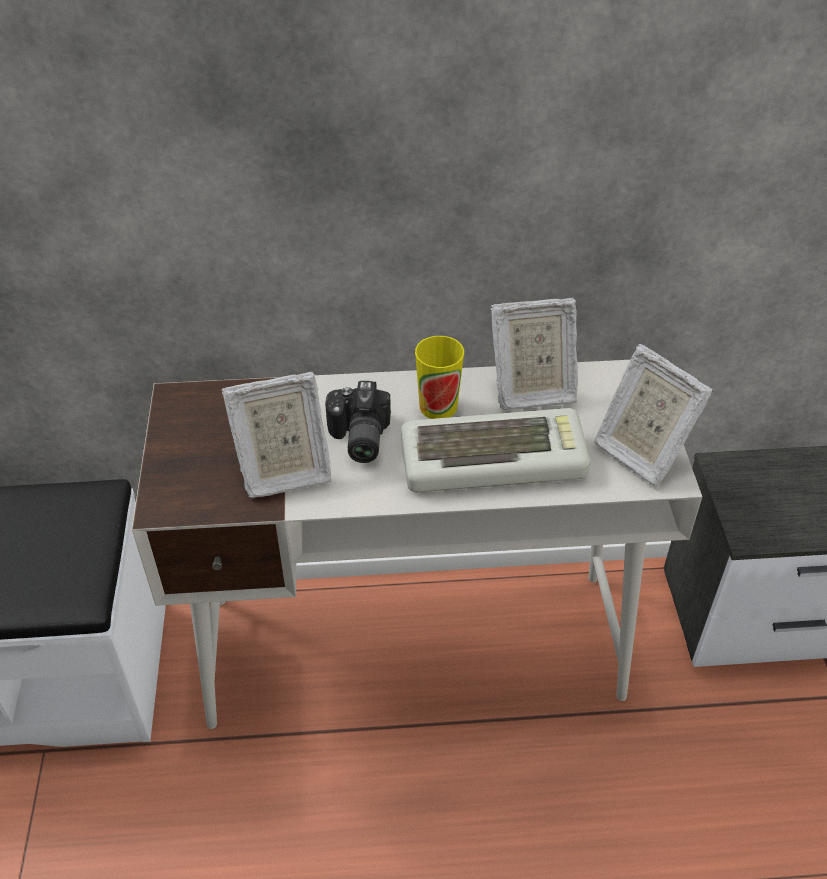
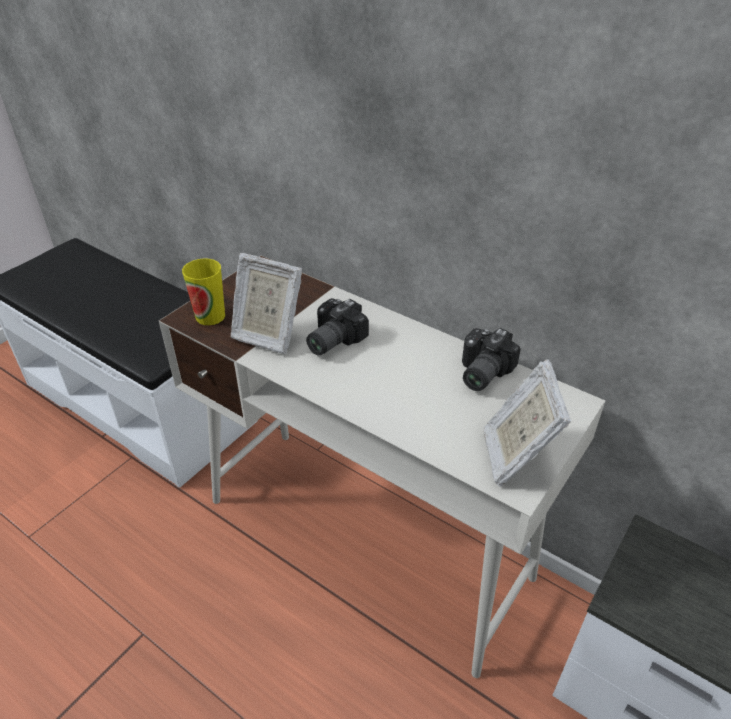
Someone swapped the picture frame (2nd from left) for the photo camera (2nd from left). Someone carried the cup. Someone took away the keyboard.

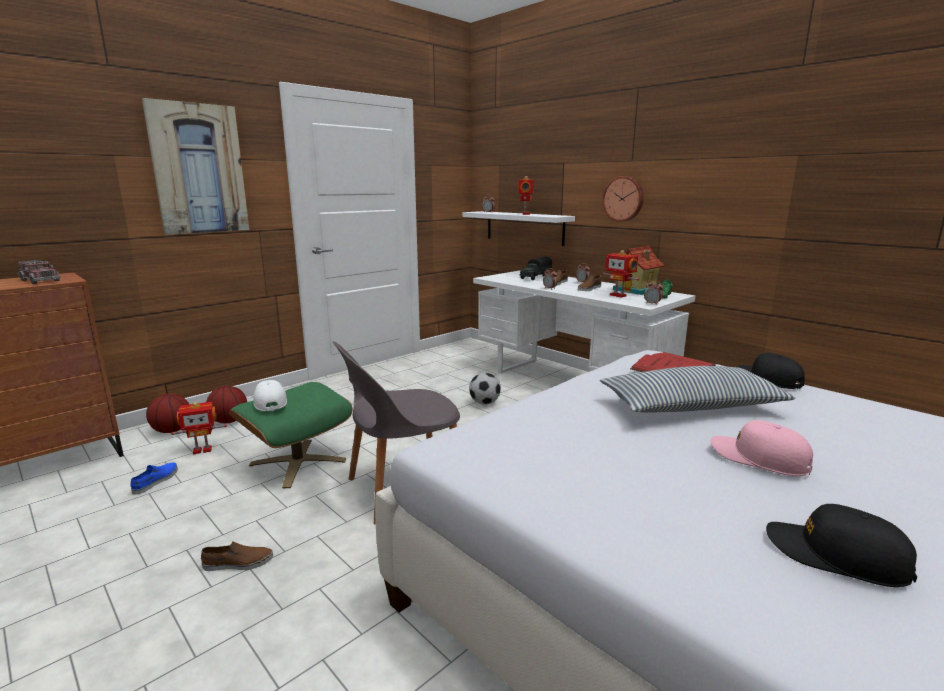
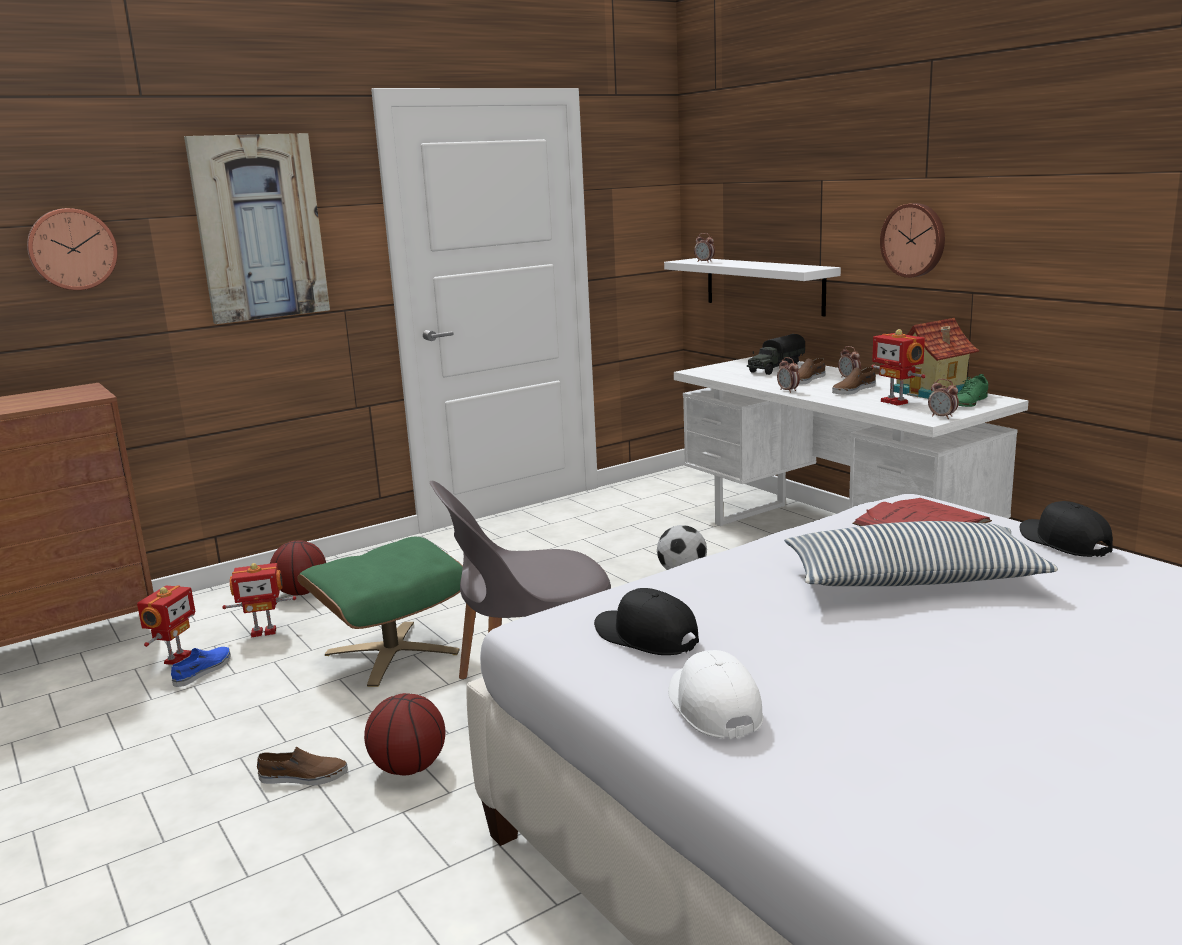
Someone carried the toy robot (2nd from left in the first image). Someone took away the toy truck (1st from left). Someone carried the white cap. Someone carried the basketball (1st from left in the first image). Someone took away the pink cap. Someone carried the black cap (2nd from left in the first image). Someone put up the wall clock (1st from left).

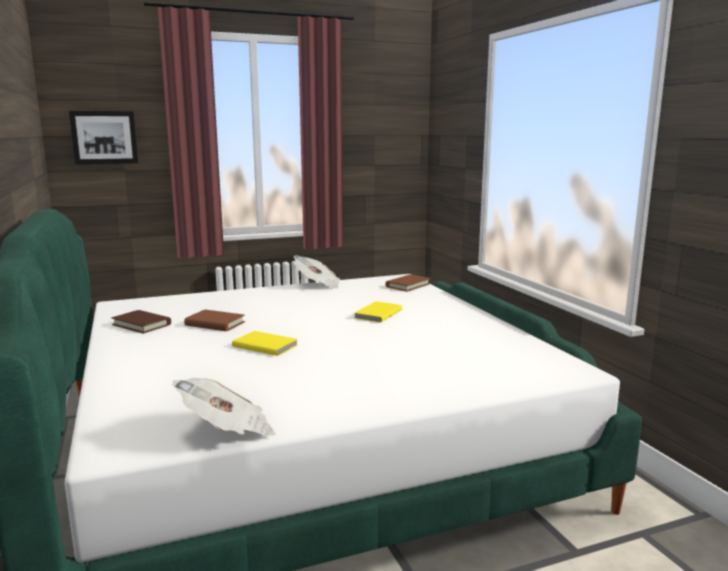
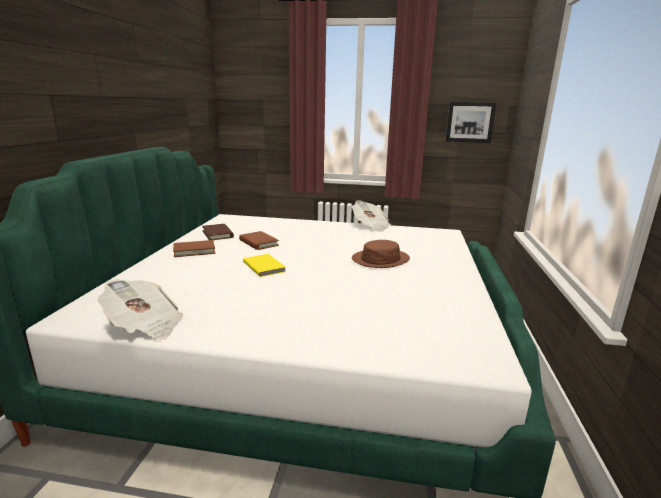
Someone carried the picture. Someone carried the brown book (3rd from left in the first image). Someone swapped the yellow book (2nd from left) for the brown hat.

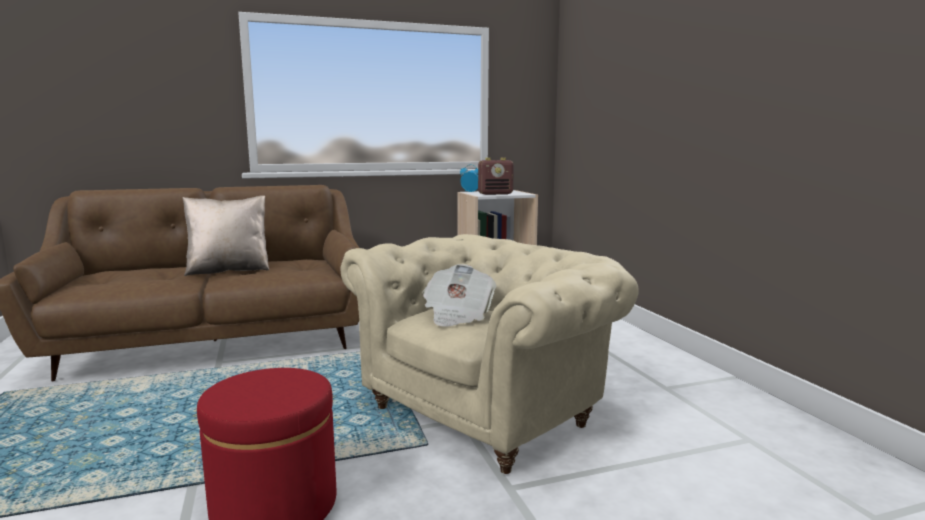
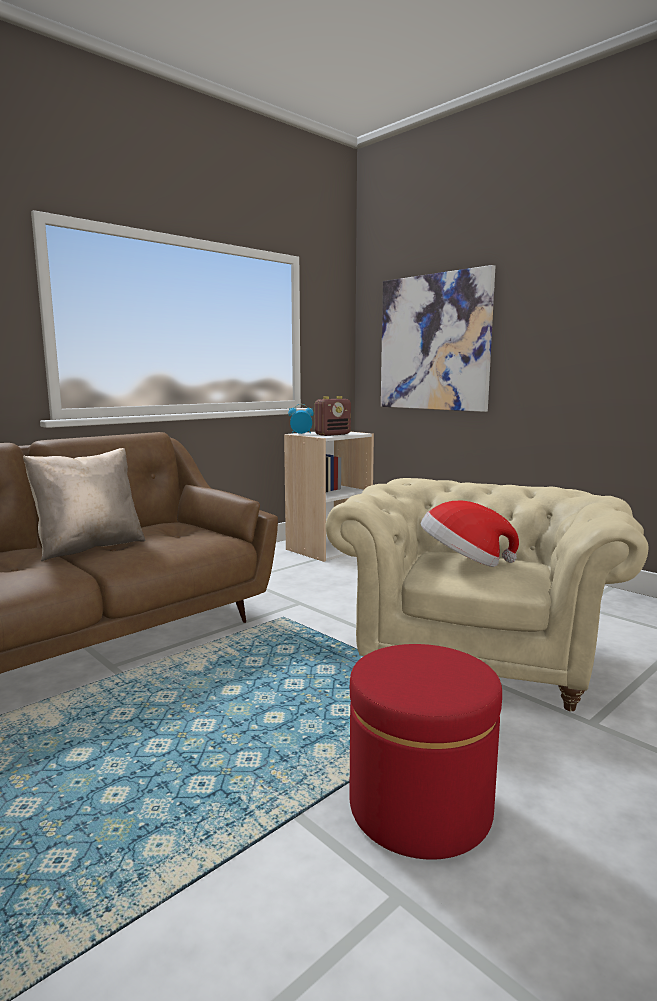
Someone swapped the newspaper for the hat. Someone put up the picture.

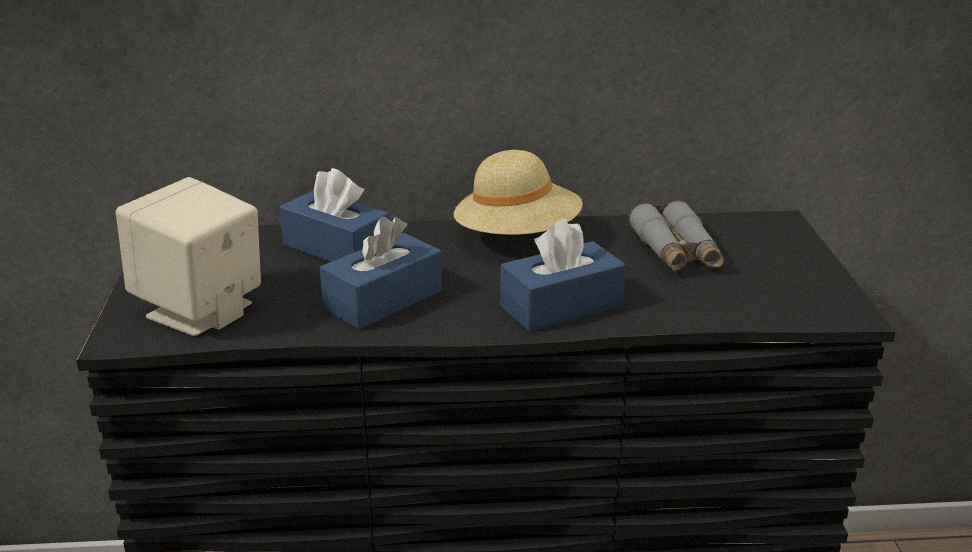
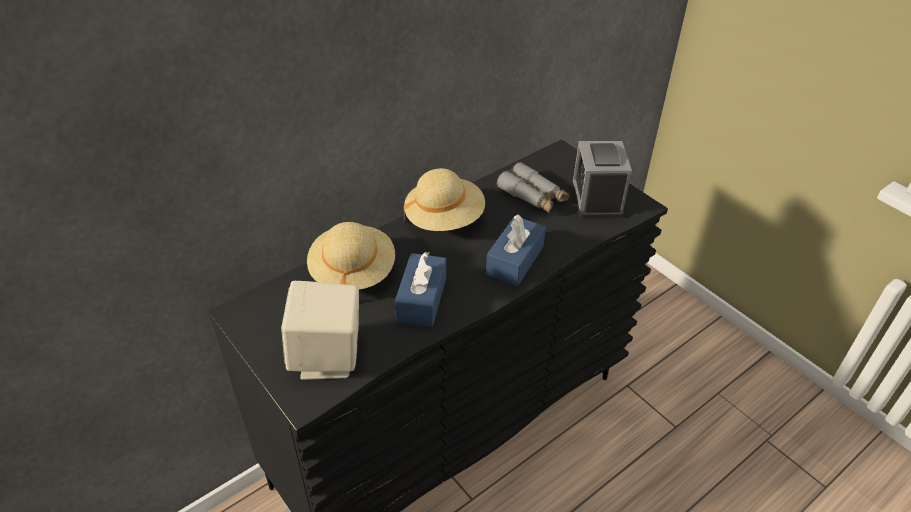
Someone swapped the blue tissue box (1st from left) for the beige hat (1st from left). Someone put down the alarm clock.

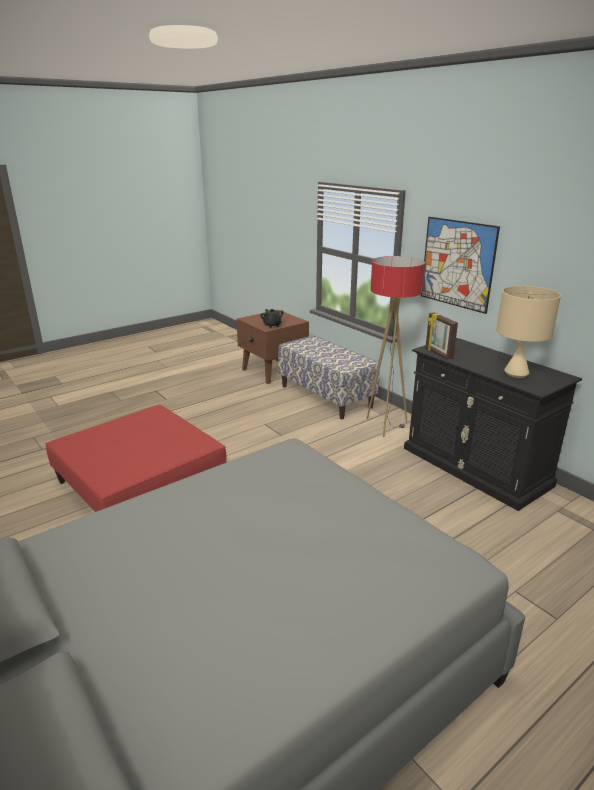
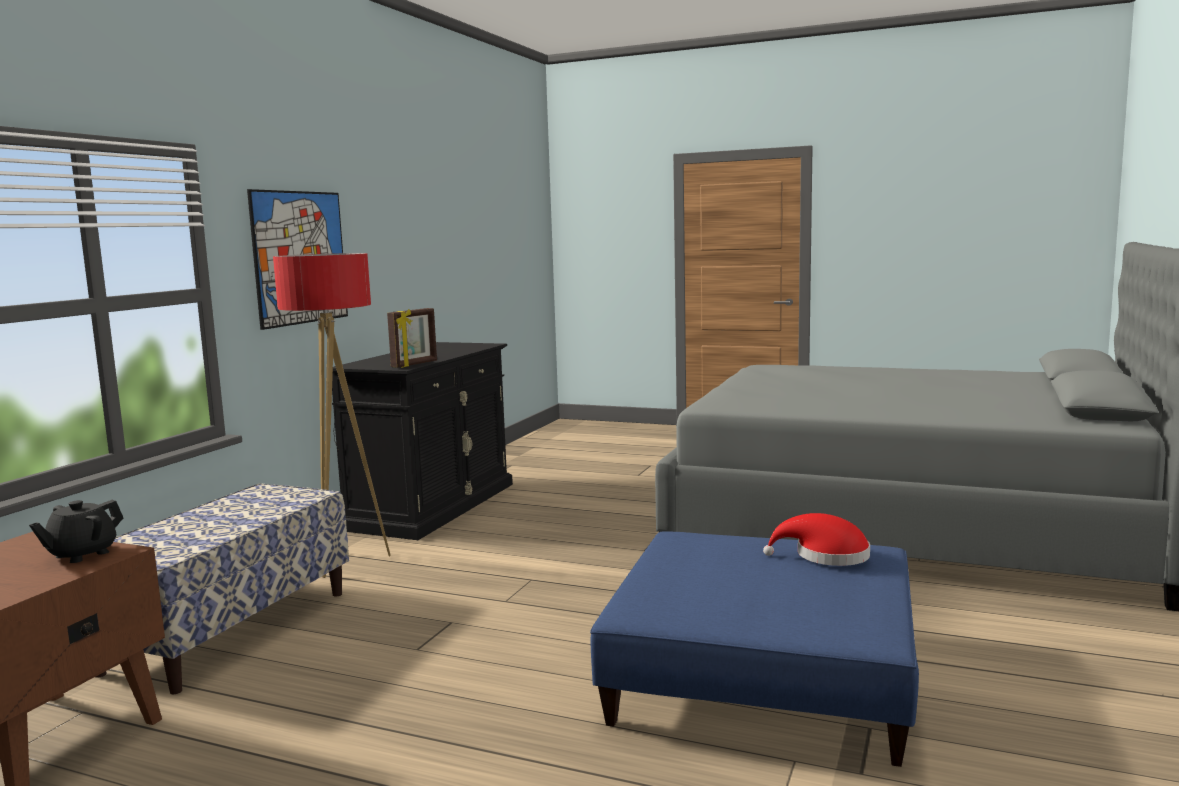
Someone took away the beige table lamp. Someone repainted the red ottoman, which became the blue ottoman. Someone put down the red hat.

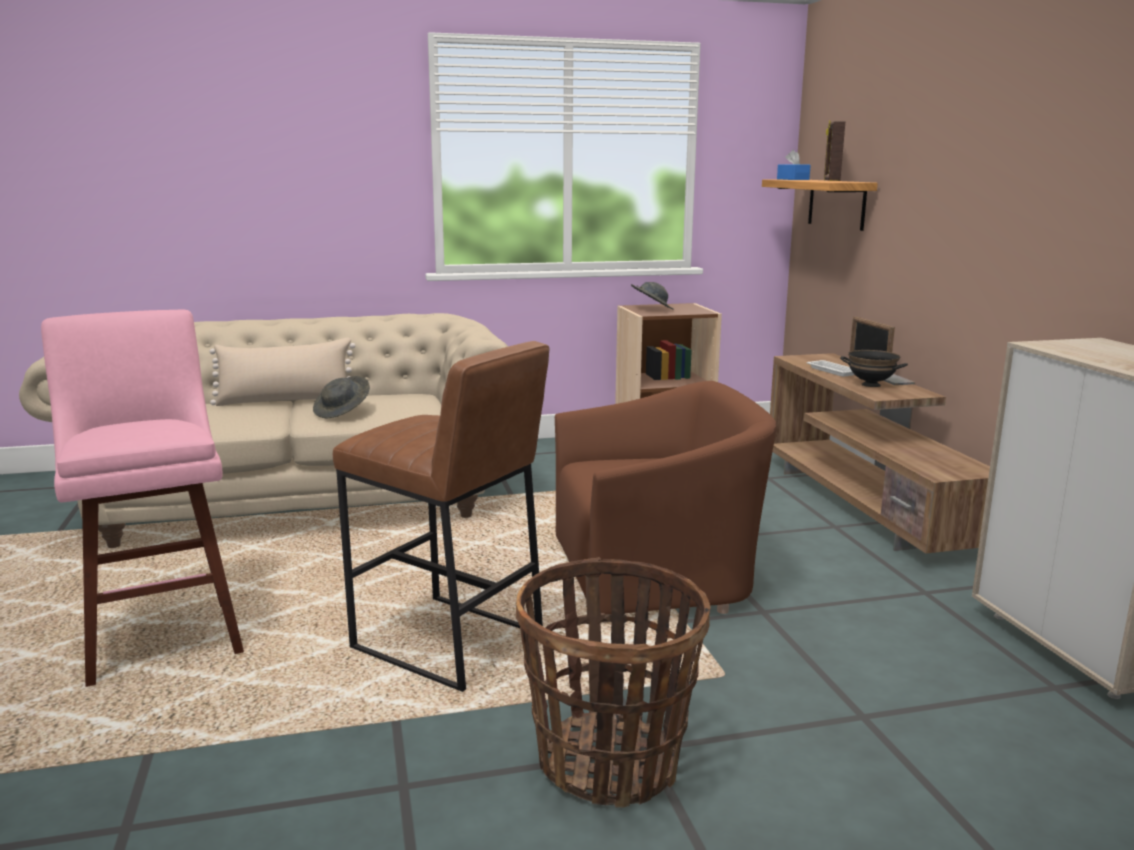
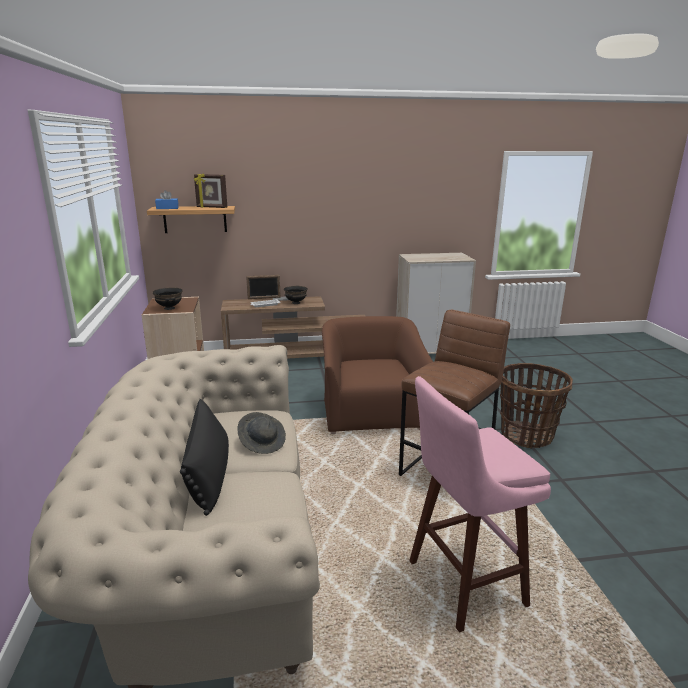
Someone swapped the grey hat (2nd from left) for the black bowl (1st from left). Someone repainted the beige pillow, which became the black pillow.

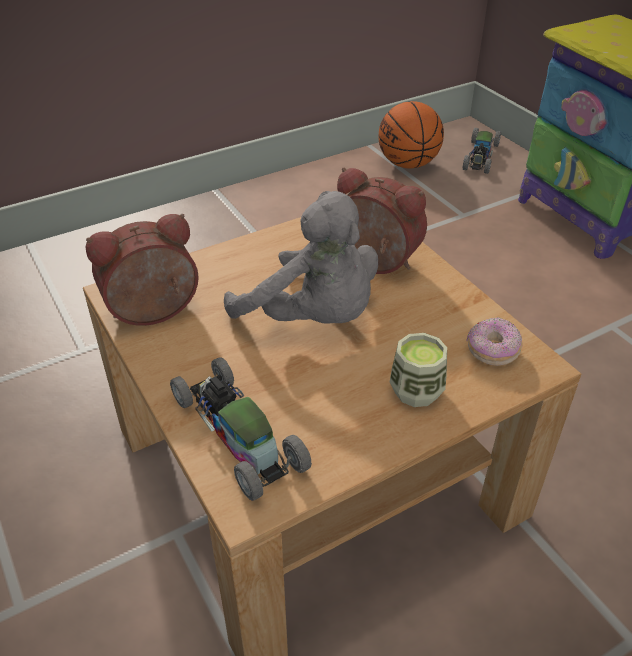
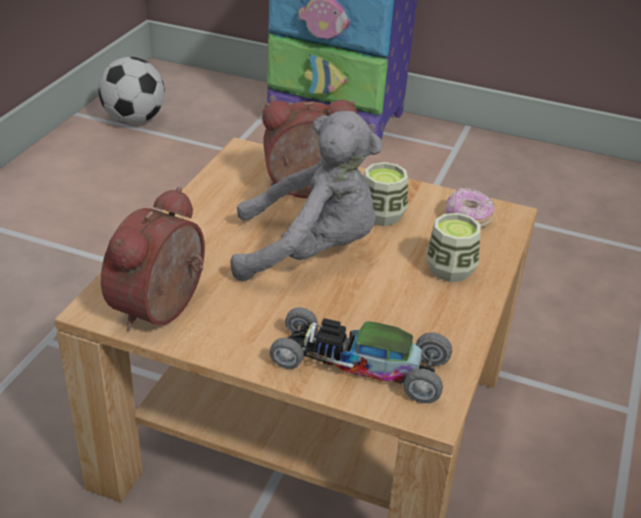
Someone swapped the basketball for the football. Someone took away the toy car (2nd from left). Someone put down the cup (1st from left).

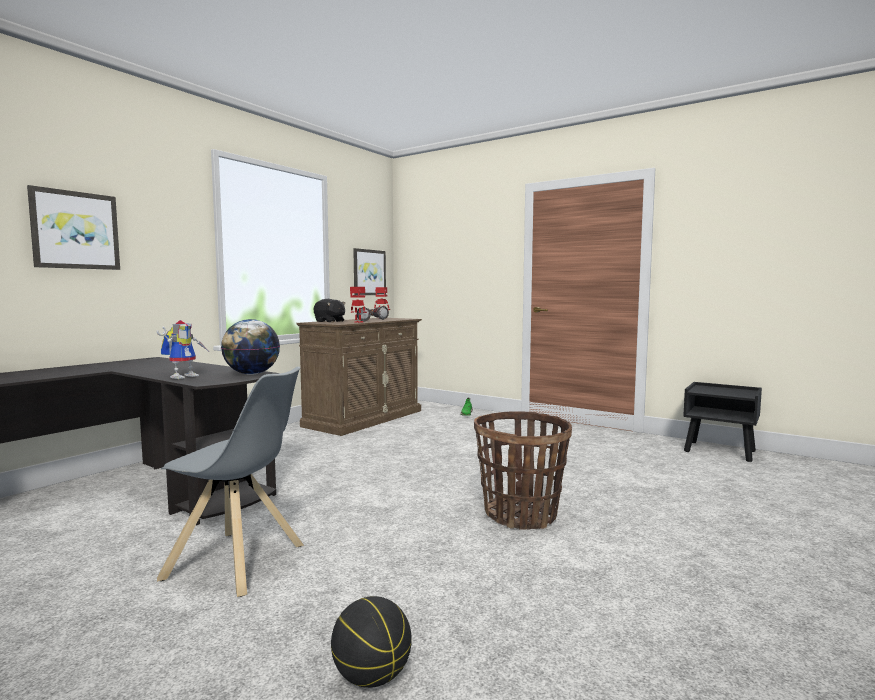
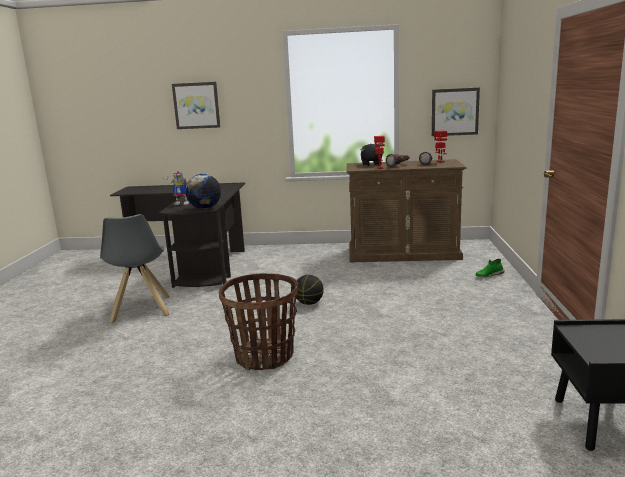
Someone carried the basketball.

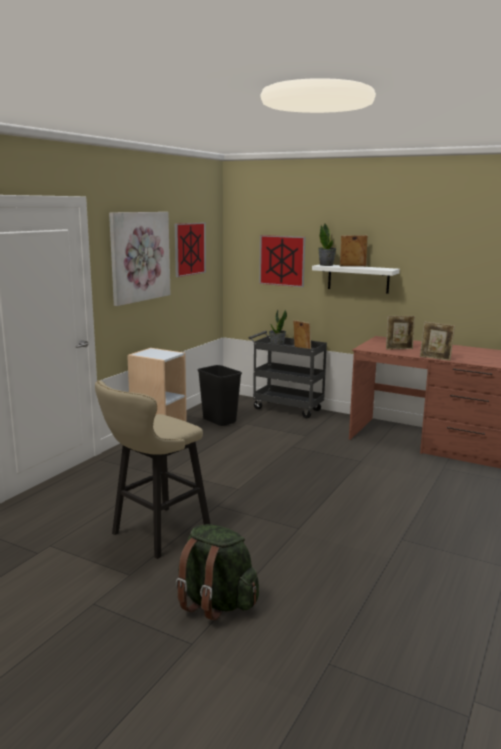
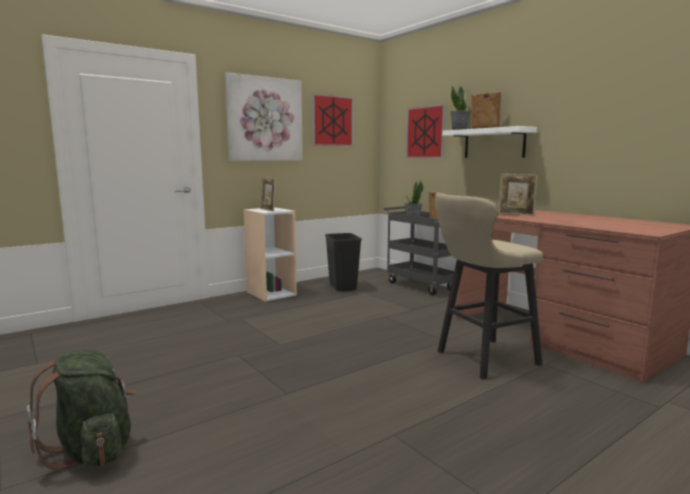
Someone carried the picture frame (4th from left in the first image). Someone carried the beige stool.

